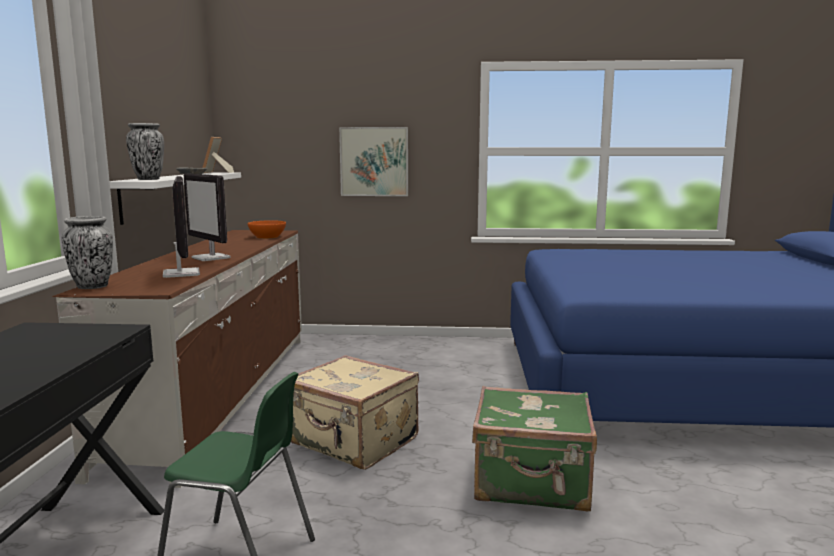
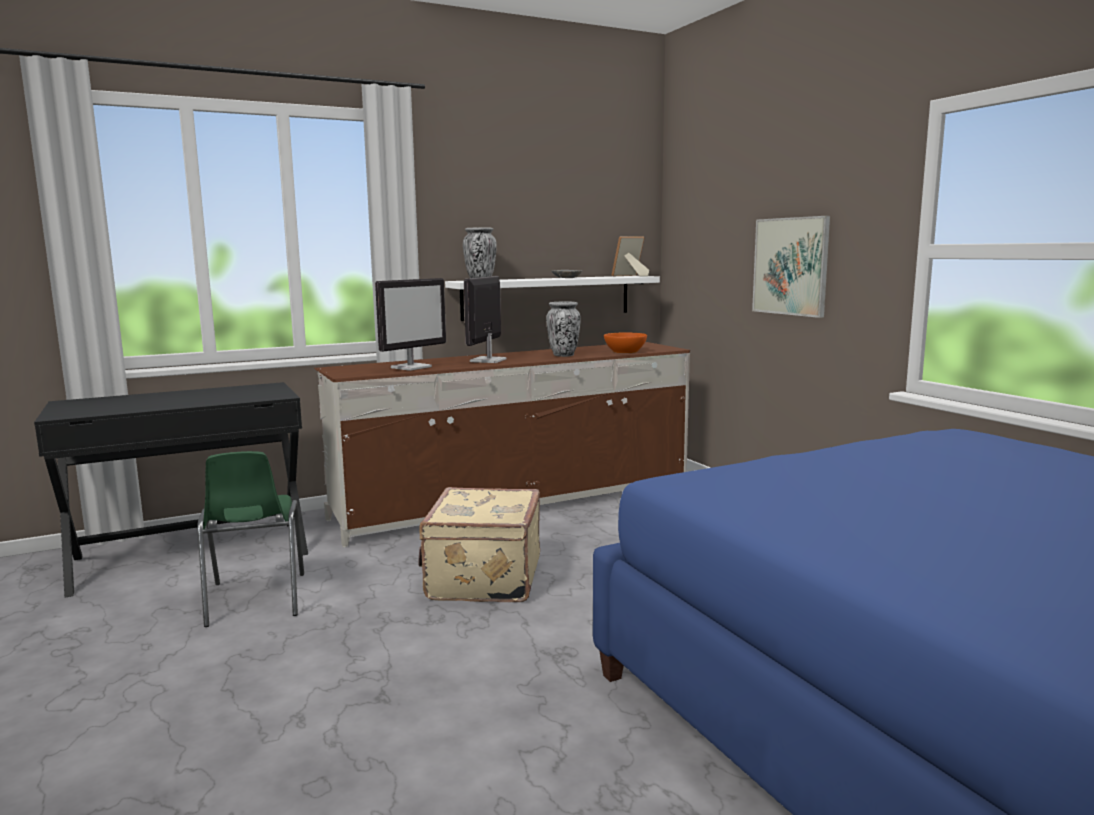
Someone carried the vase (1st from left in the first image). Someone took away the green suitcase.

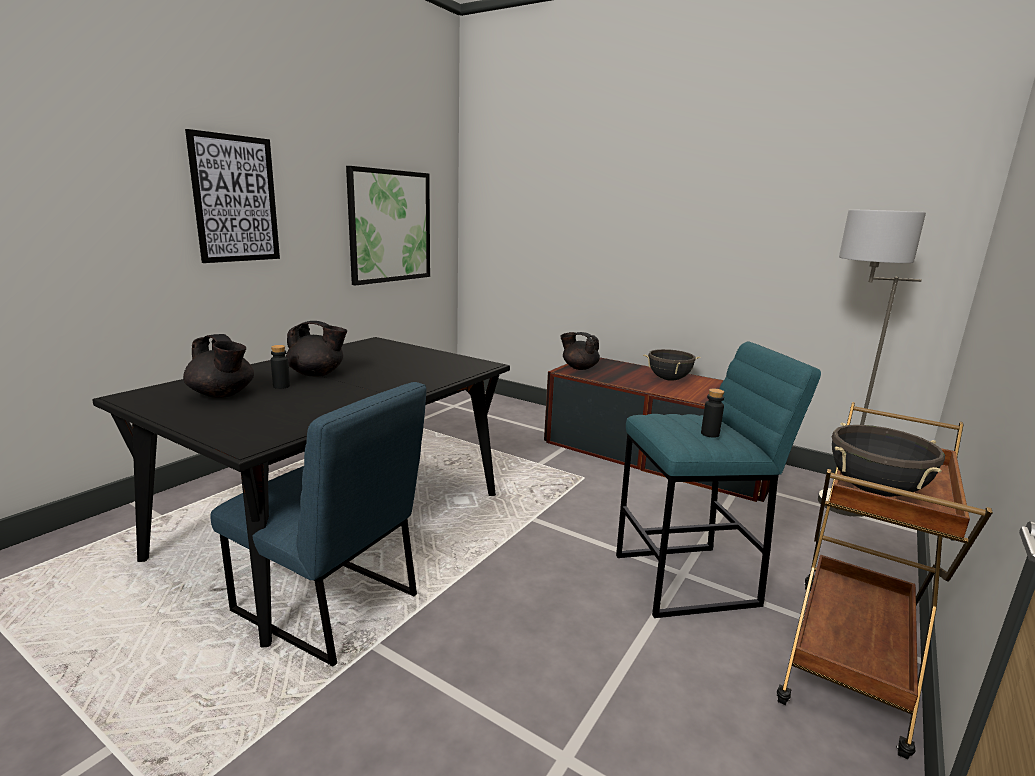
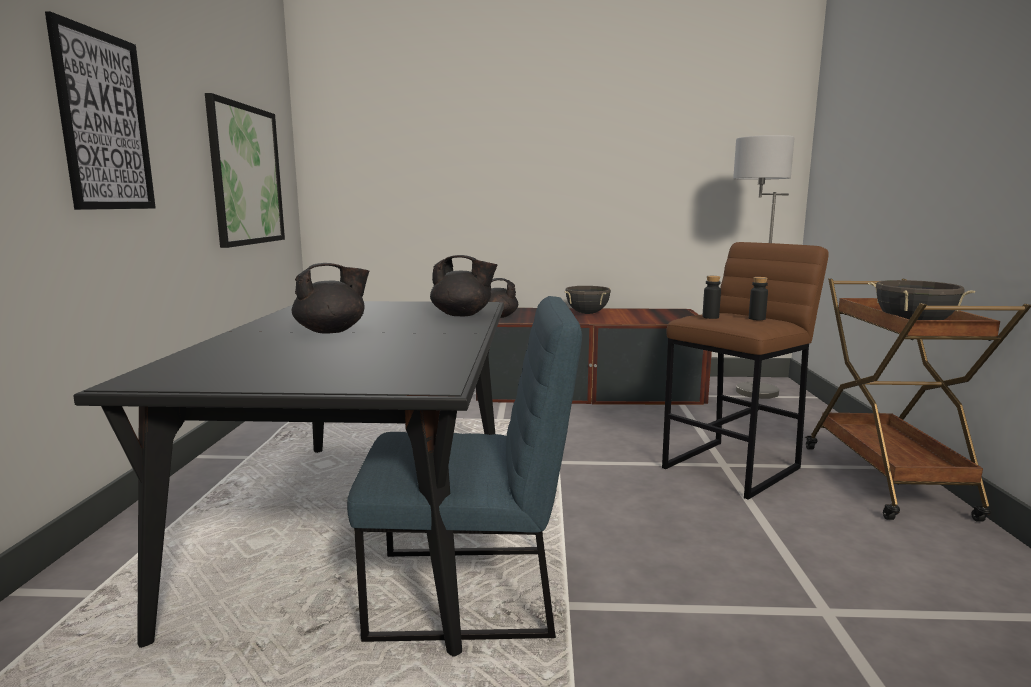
Someone carried the black teapot (1st from left in the first image). Someone repainted the turquoise stool, which became the brown stool. Someone carried the black bottle (1st from left).

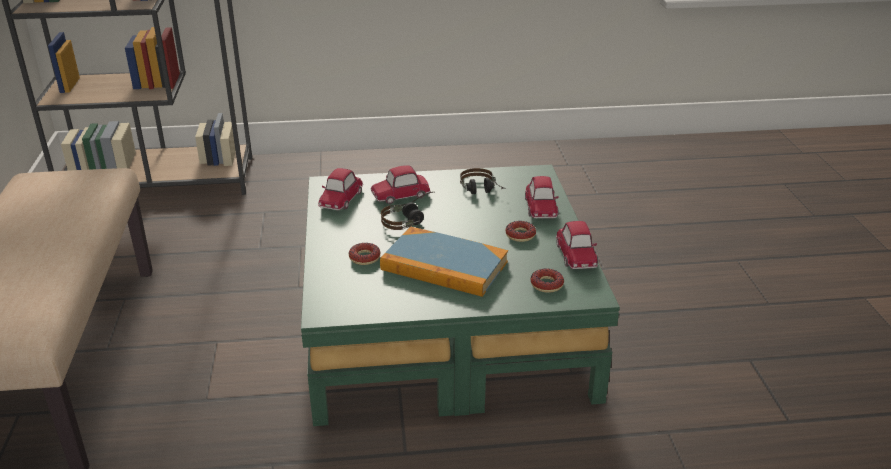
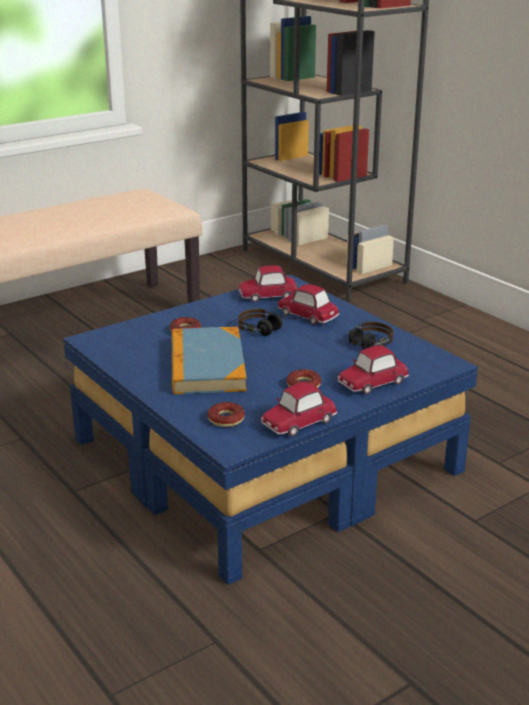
Someone repainted the green coffee table, which became the blue coffee table.

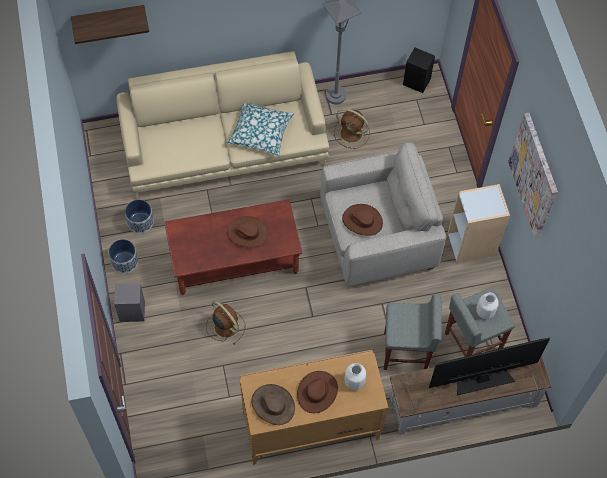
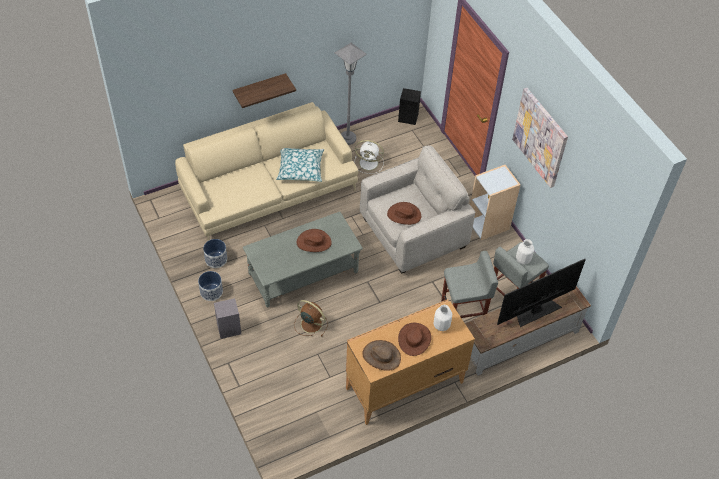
Someone carried the shelf. Someone repainted the brown fan (2nd from left), which became the white fan. Someone repainted the brown coffee table, which became the grey coffee table.

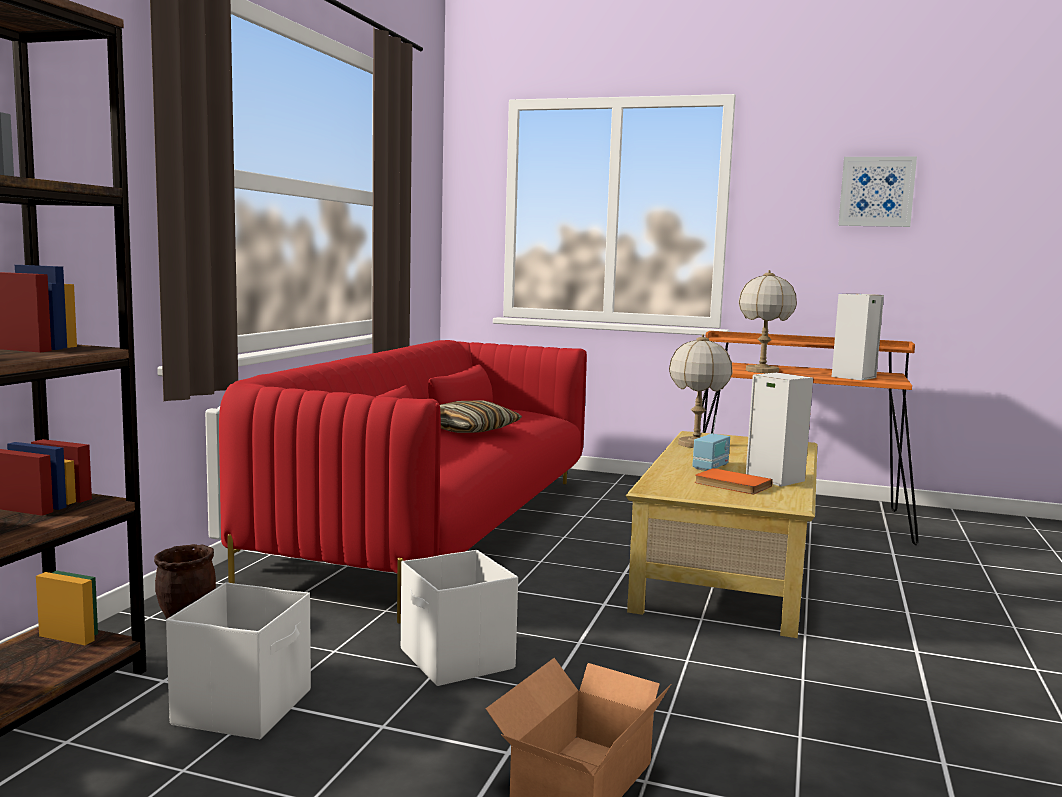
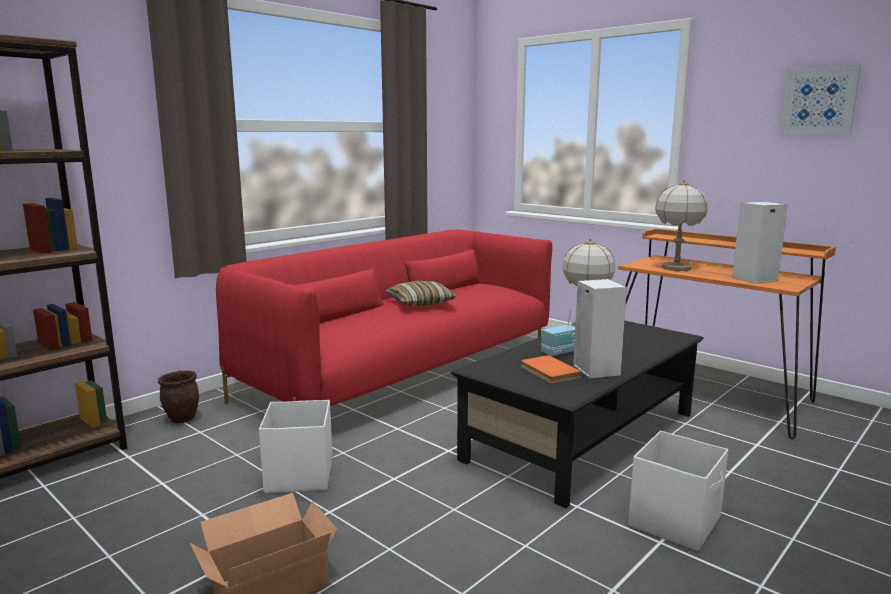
Someone repainted the beige coffee table, which became the black coffee table. Someone carried the white storage box (1st from left in the first image).

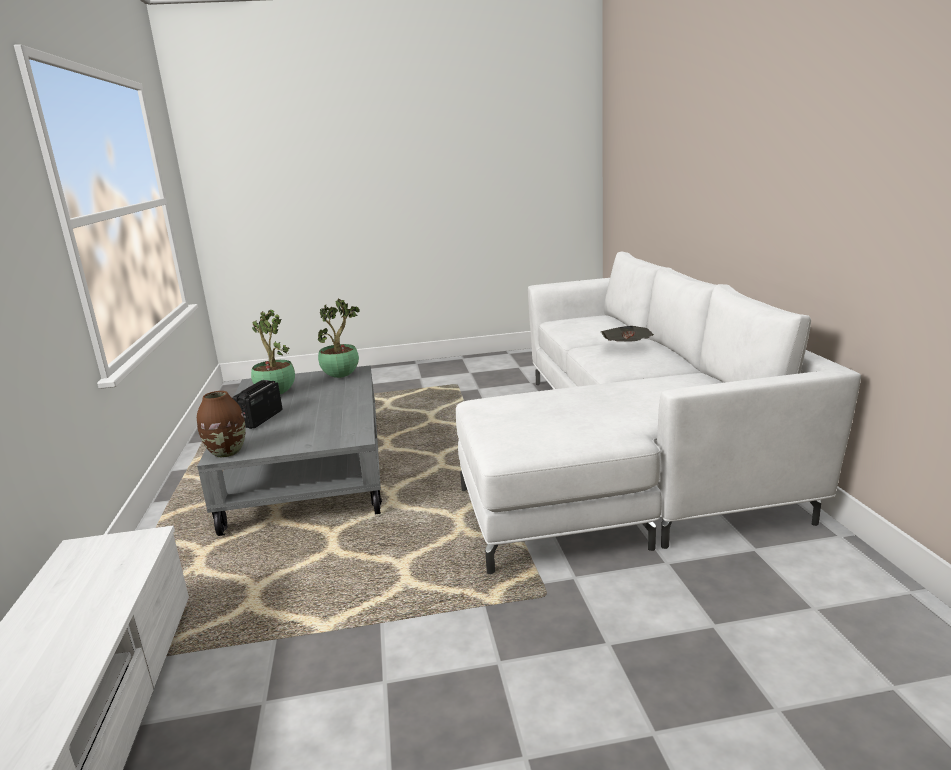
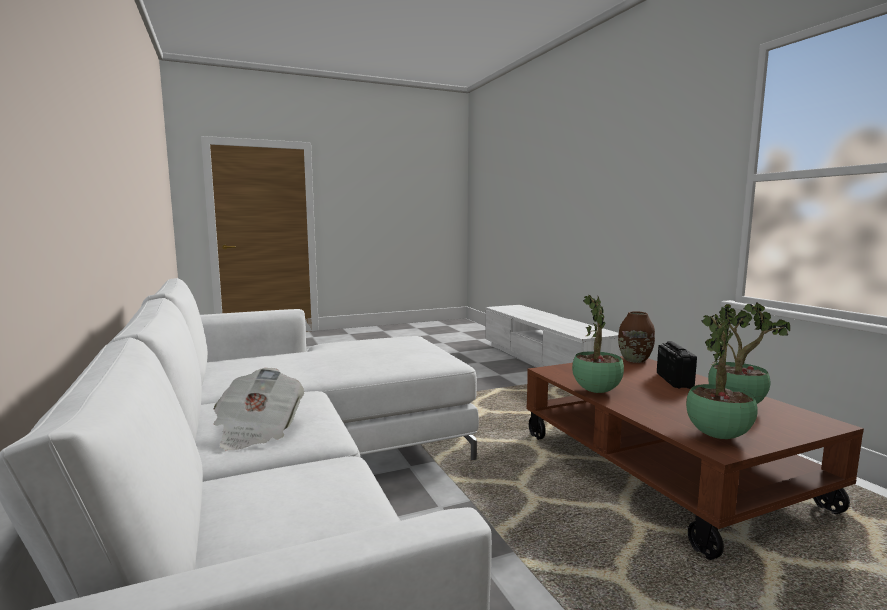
Someone repainted the grey coffee table, which became the brown coffee table. Someone put down the potted plant (1st from left).

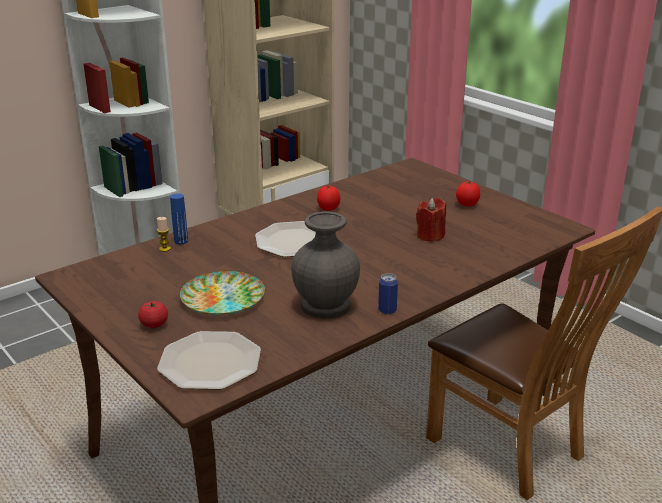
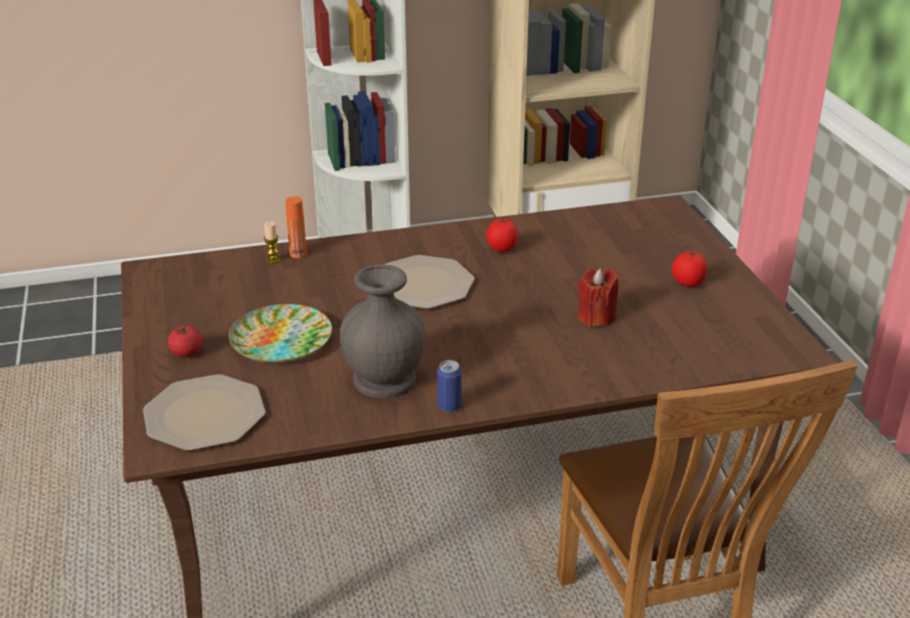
Someone repainted the blue bottle, which became the orange bottle.

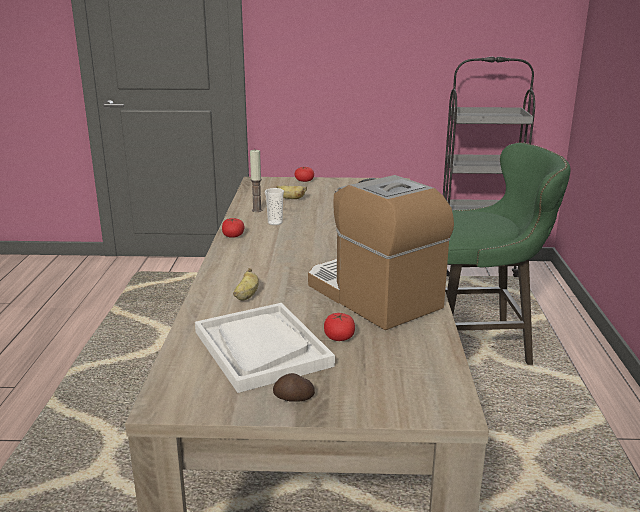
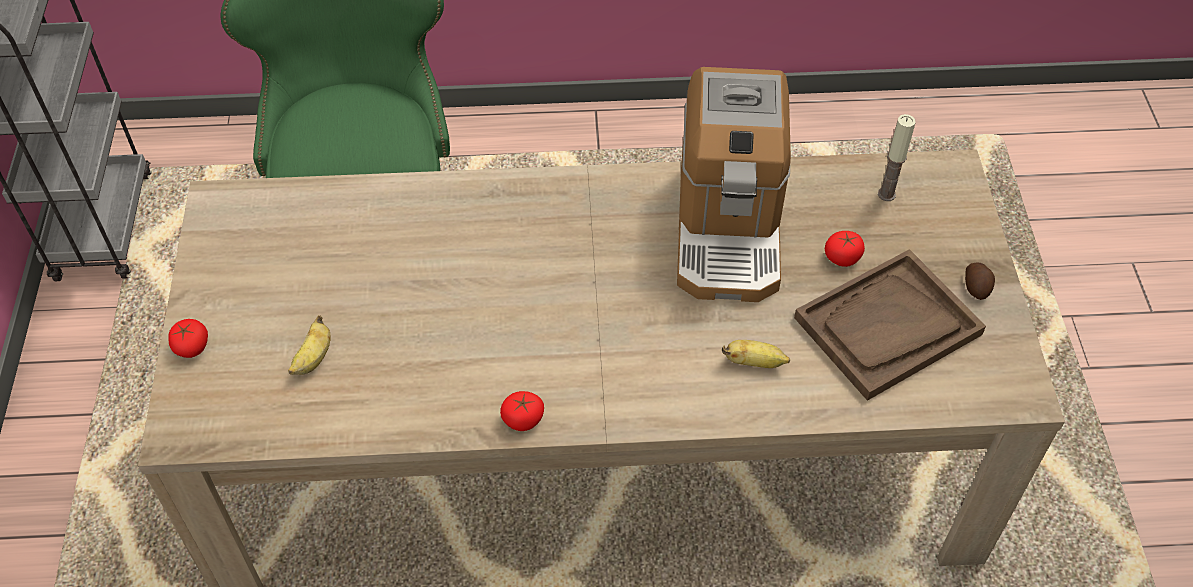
Someone carried the candle. Someone rotated the coffee machine by 45 degrees counterclockwise. Someone took away the cup. Someone repainted the white tray, which became the brown tray.

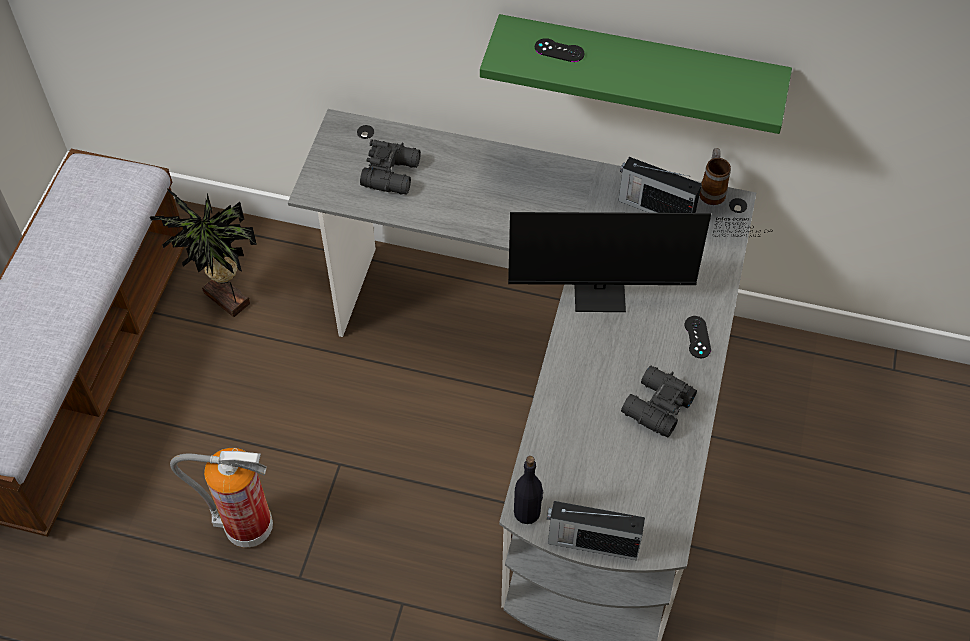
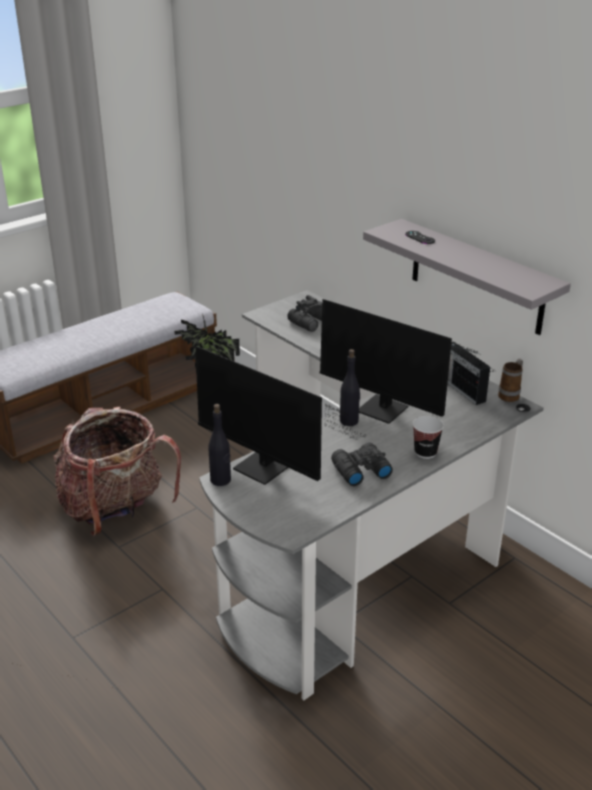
Someone repainted the green shelf, which became the grey shelf. Someone swapped the black game controller (2nd from left) for the cup. Someone swapped the fire extinguisher for the backpack. Someone took away the radio (1st from left). Someone put down the monitor (1st from left). Someone put down the black bottle (2nd from left).

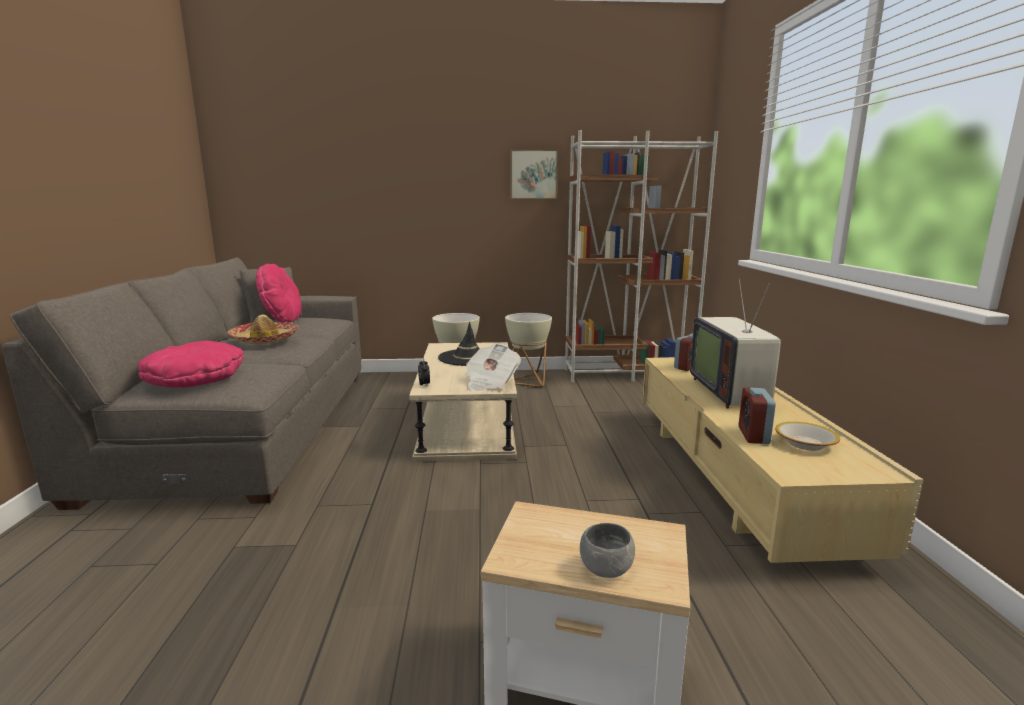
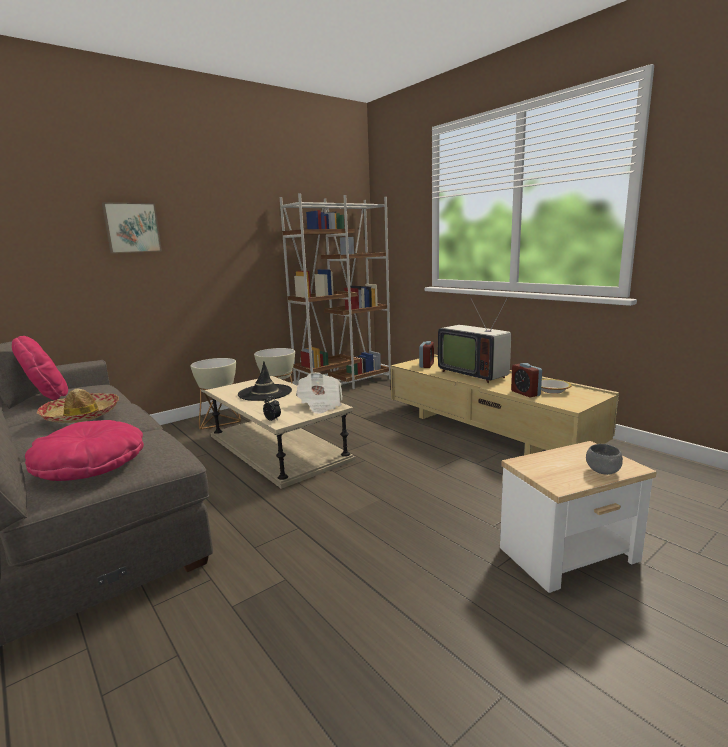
Someone carried the picture.

